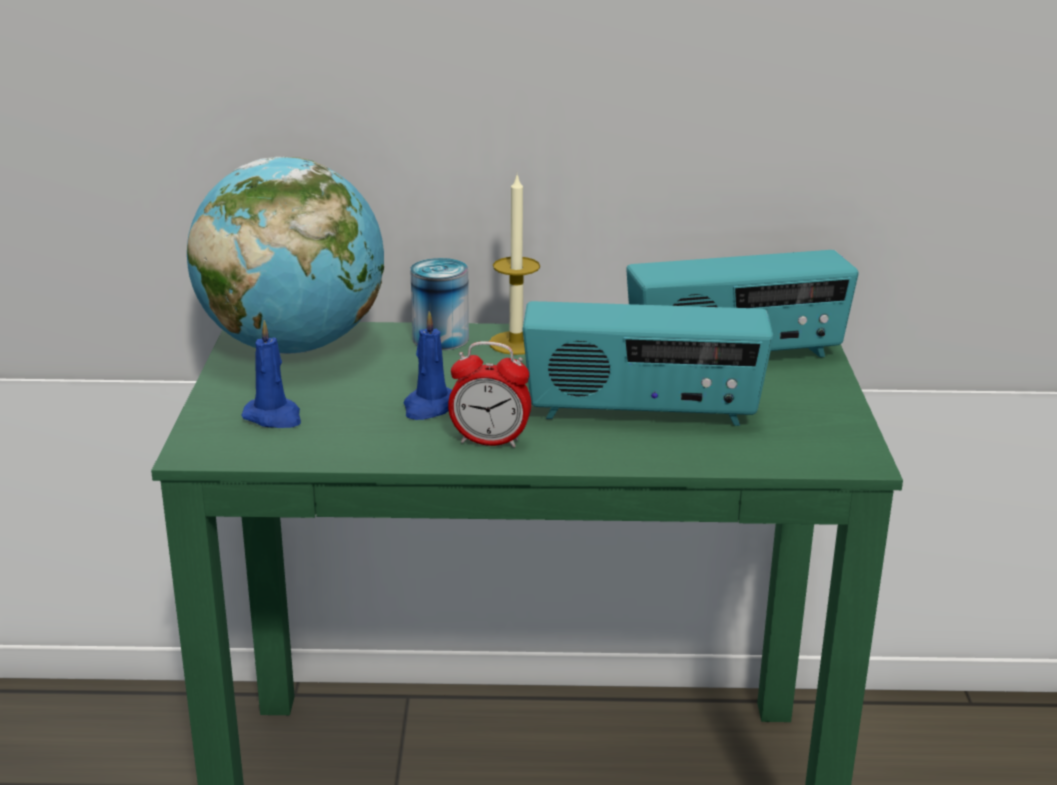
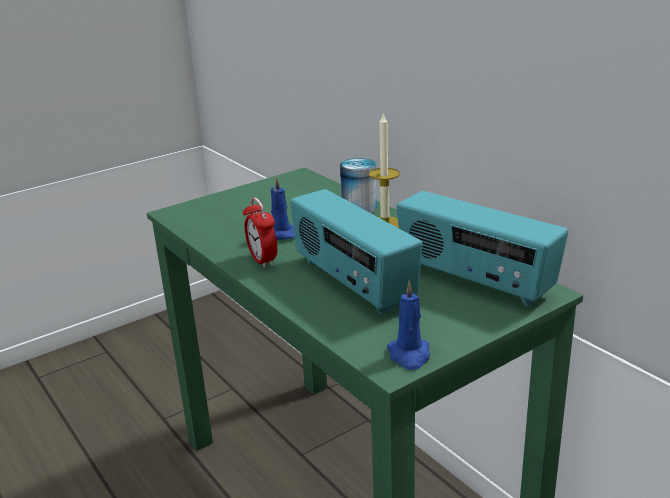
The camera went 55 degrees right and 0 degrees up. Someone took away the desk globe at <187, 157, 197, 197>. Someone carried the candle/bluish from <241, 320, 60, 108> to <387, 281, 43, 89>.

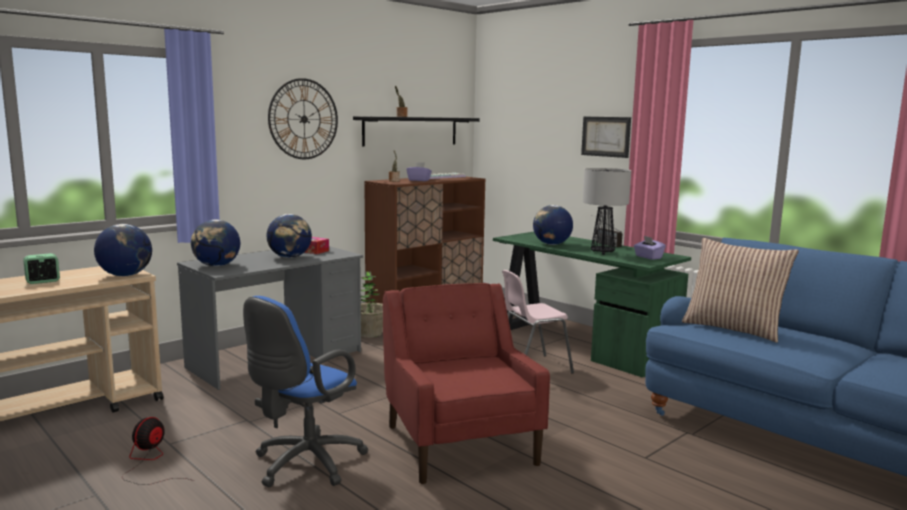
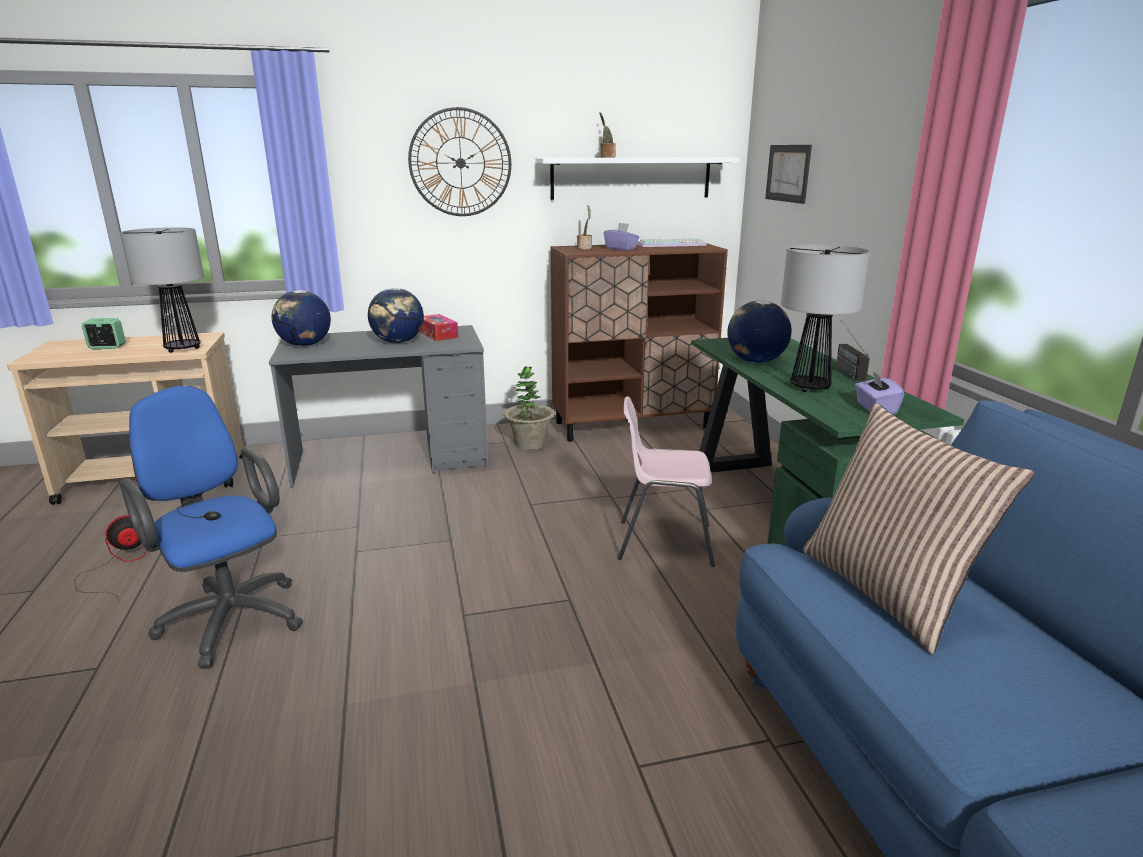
The camera went 30 degrees right and 10 degrees up. Someone took away the armchair/reddish at <383, 283, 167, 201>. Someone carried the picture from <581, 117, 50, 41> to <765, 145, 47, 59>. Someone swapped the desk globe at <94, 224, 58, 52> for the table lamp at <120, 227, 84, 126>. Someone repainted the bracket shelf/black at <353, 116, 127, 31>, which became the bracket shelf/white at <536, 157, 203, 43>. Someone rotated the office chair/bluish at <243, 296, 125, 191> by 75 degrees clockwise.

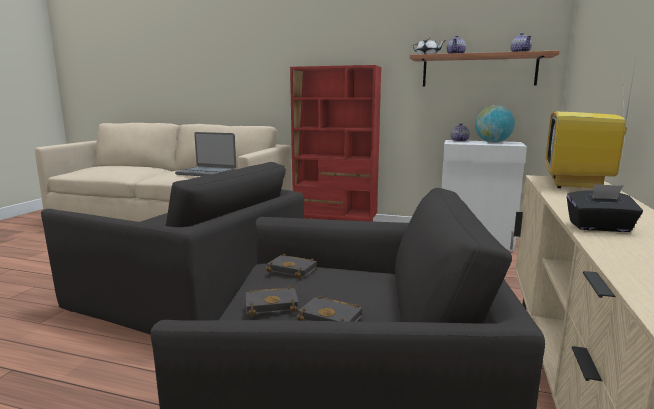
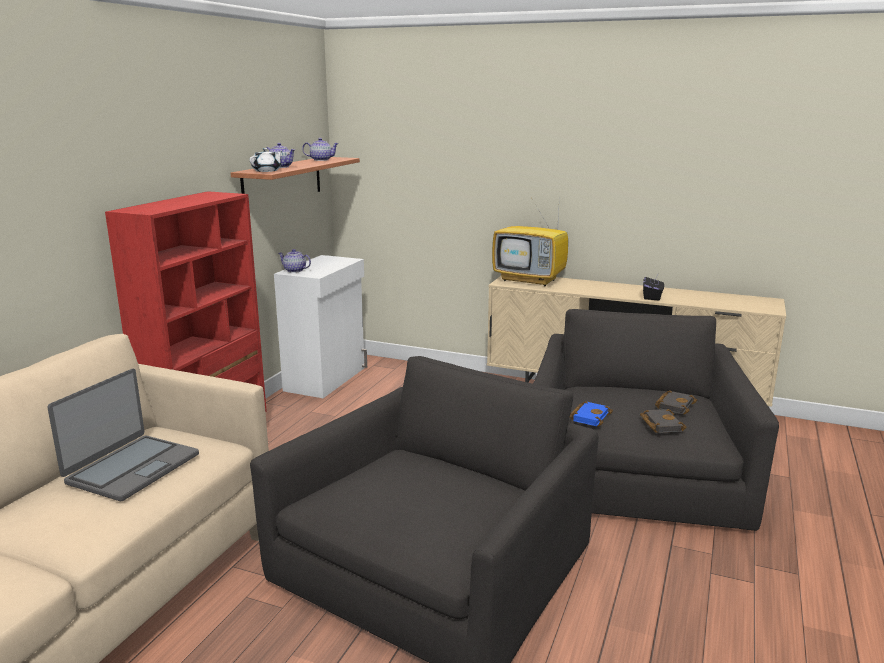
The camera went 85 degrees left and 5 degrees up. Someone took away the desk globe at <475, 105, 40, 38>. Someone repainted the bound book/black at <266, 254, 51, 24>, which became the bound book/bluish at <570, 401, 43, 25>.

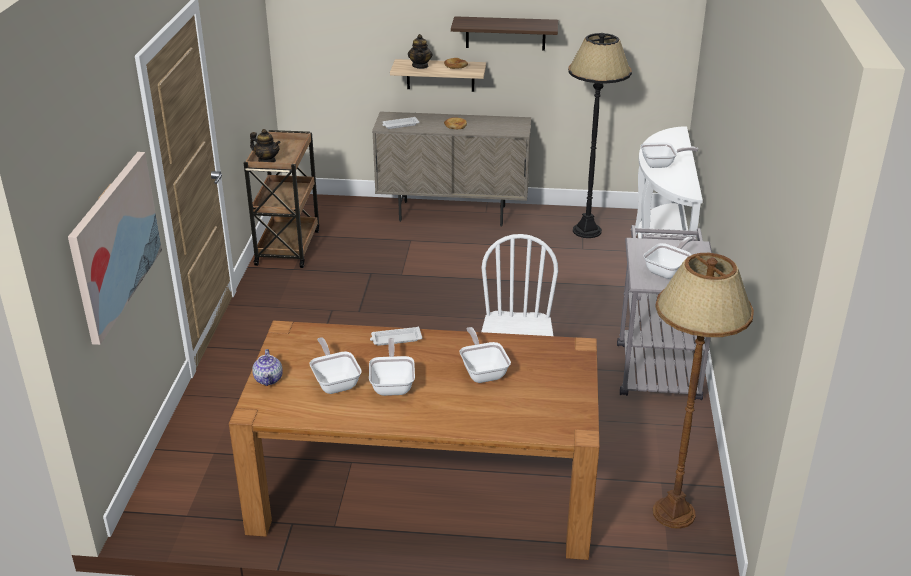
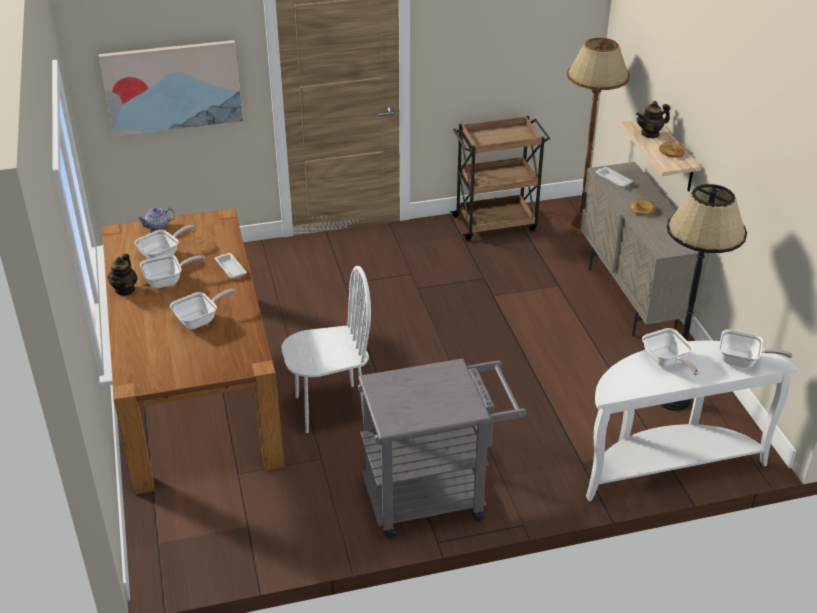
The camera went 70 degrees right and 5 degrees up. Someone took away the bracket shelf at <451, 16, 107, 35>. Someone carried the teapot from <250, 129, 31, 33> to <108, 253, 30, 43>. Someone carried the frying pan from <643, 237, 50, 42> to <719, 329, 74, 39>. Someone carried the floor lamp/brown from <653, 253, 101, 276> to <567, 38, 63, 198>.

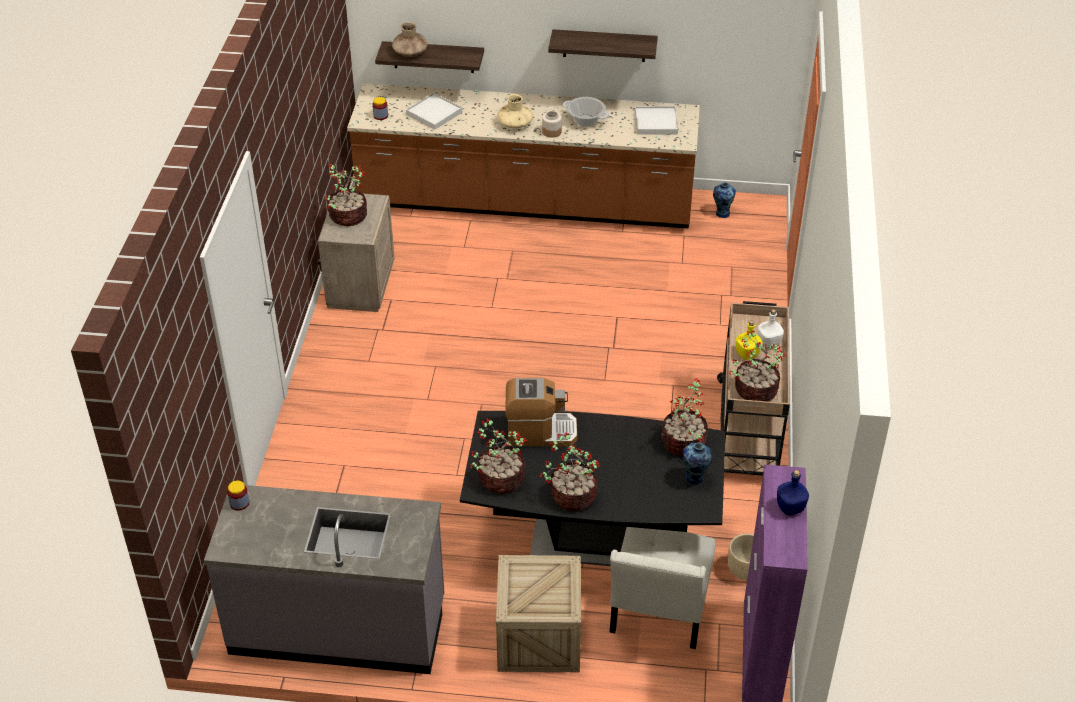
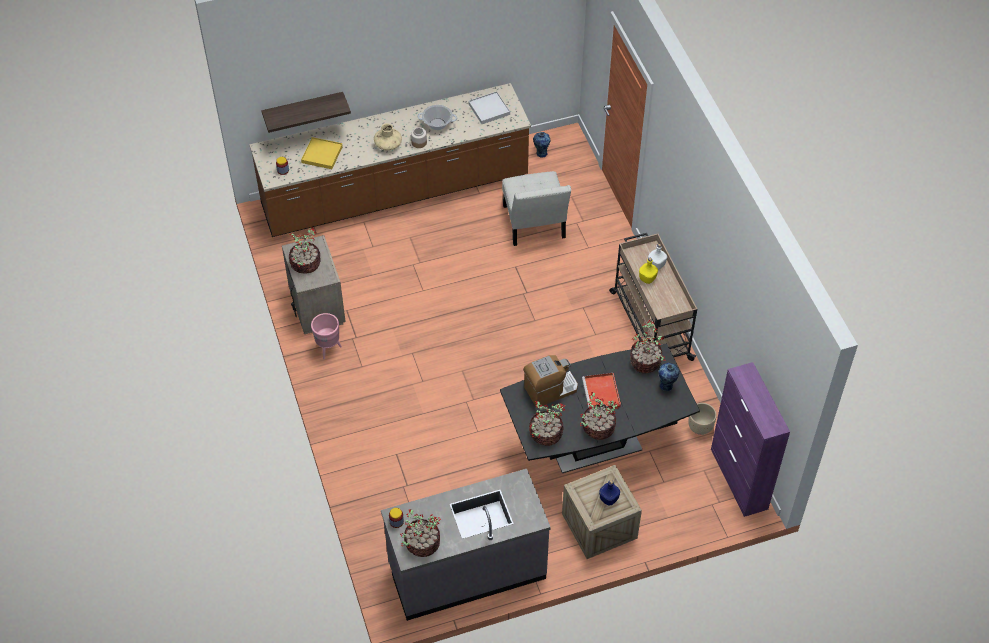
The camera went 25 degrees left and 10 degrees up. Someone took away the decorative vase/brown at <392, 22, 36, 35>. Someone took away the bracket shelf at <548, 29, 110, 33>. Someone put down the plant pot/pink at <311, 313, 31, 46>. Someone put down the tray/reddish at <582, 373, 39, 35>. Someone carried the plain chair/white from <610, 527, 106, 122> to <502, 171, 69, 75>. Someone carried the houseplant from <729, 330, 57, 72> to <400, 509, 41, 48>. Someone carried the drink bottle/bluish from <777, 470, 32, 45> to <599, 480, 21, 26>. Someone repainted the tray/white at <406, 93, 56, 37>, which became the tray/yellow at <301, 137, 42, 32>.

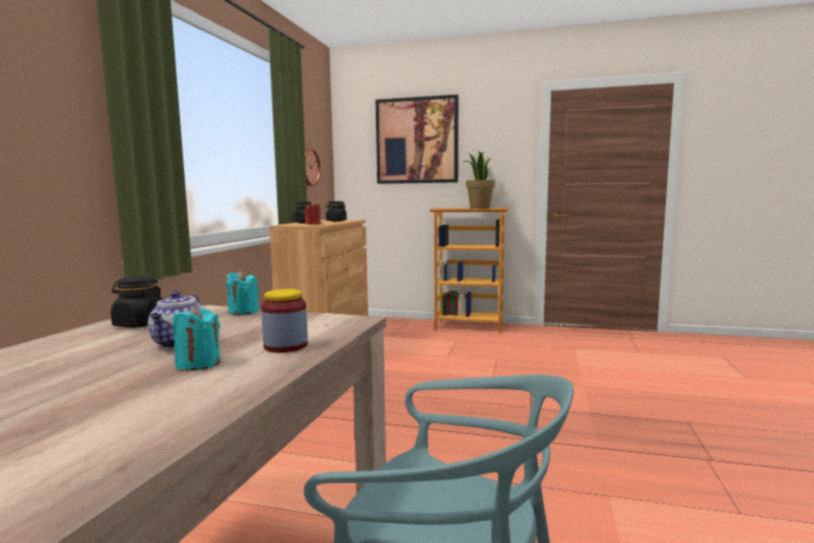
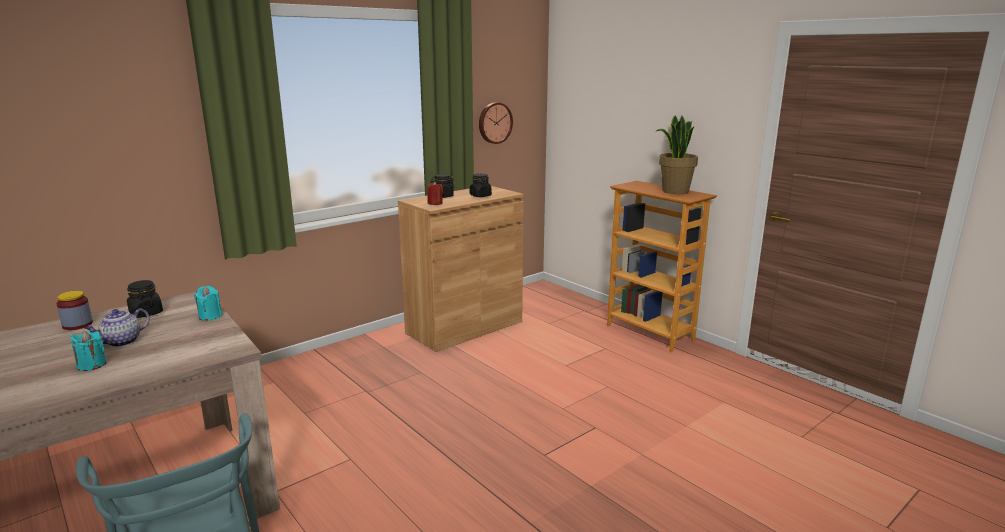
The camera went 35 degrees right and 10 degrees up. Someone took away the picture at <376, 94, 82, 90>. Someone carried the preserve jar from <261, 289, 47, 64> to <57, 291, 36, 39>.

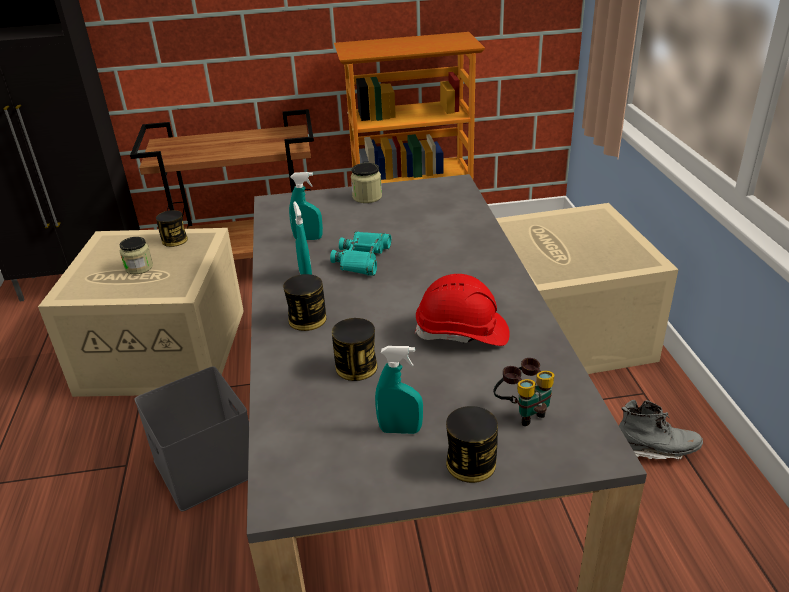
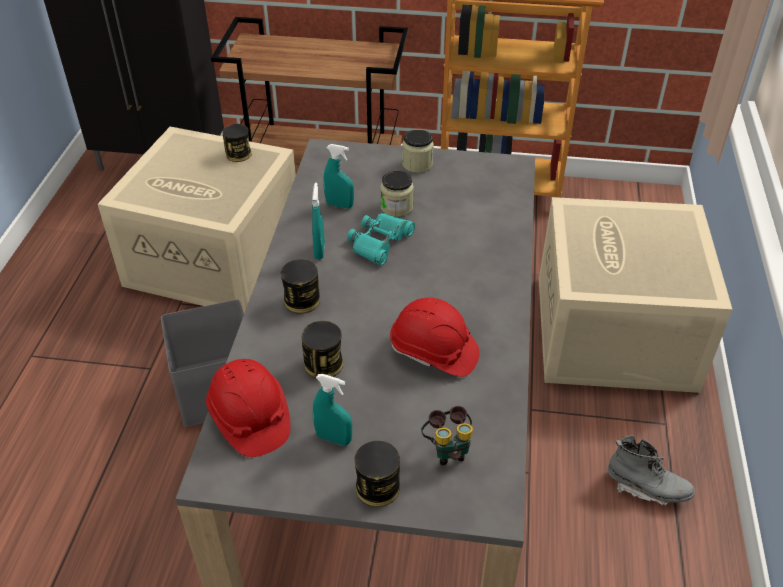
The camera went 15 degrees right and 10 degrees up. Someone put down the safety helmet/reddish at <206, 359, 84, 98>. Someone carried the preserve jar from <120, 237, 33, 37> to <380, 171, 34, 46>.

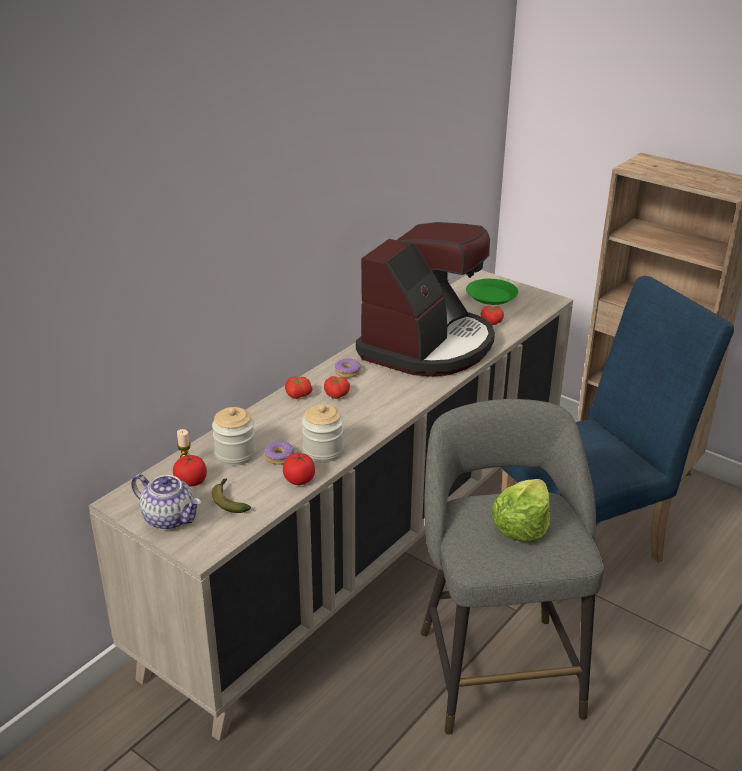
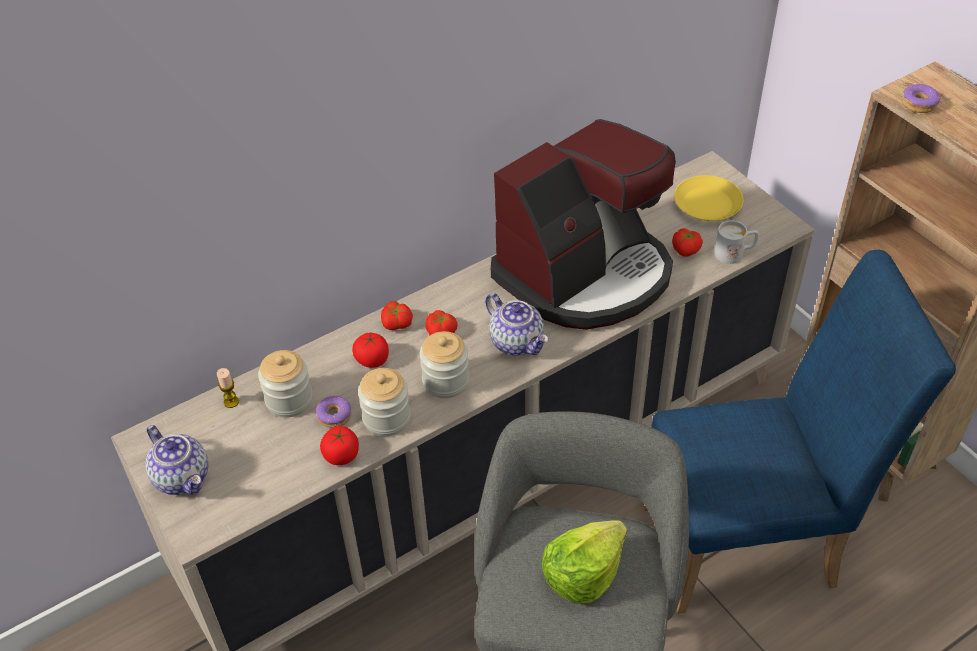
The camera went 20 degrees right and 15 degrees up. Someone took away the banana fruit at <212, 478, 39, 35>. Someone put down the preserve jar at <420, 331, 49, 67>. Someone put down the teapot at <485, 293, 63, 63>. Someone put down the tea mug/white at <714, 220, 45, 44>. Someone carried the fresh tomato from <173, 455, 34, 31> to <352, 333, 37, 35>. Someone carried the ring doughnut from <335, 358, 26, 20> to <901, 84, 40, 29>. Someone repainted the dinner plate/greenish at <466, 279, 53, 26>, which became the dinner plate/yellow at <674, 175, 69, 46>.

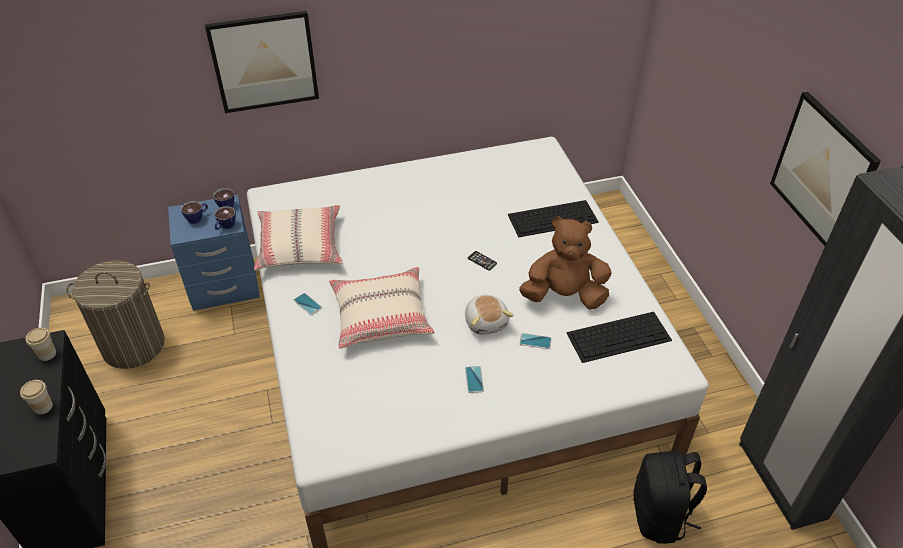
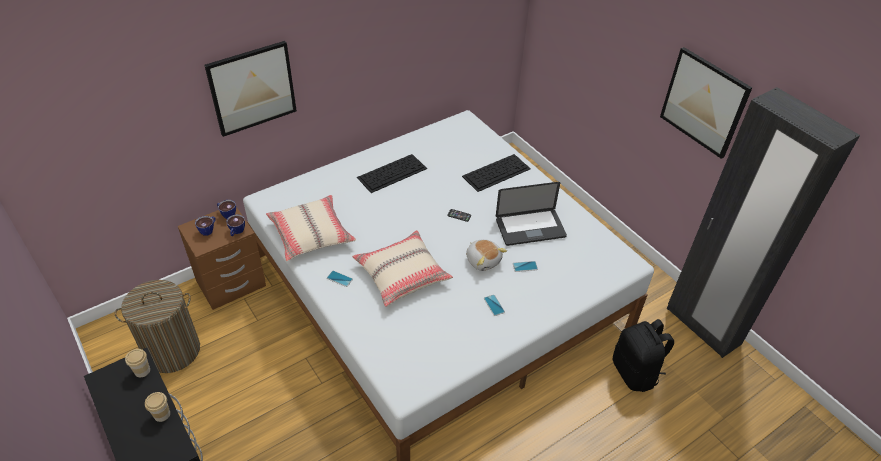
The camera went 20 degrees left and 0 degrees up. Someone carried the PC keyboard from <566, 312, 106, 51> to <357, 154, 70, 39>. Someone swapped the plush toy/brown at <519, 216, 92, 94> for the portable computer at <496, 182, 71, 64>. Someone repainted the night table/bluish at <168, 195, 92, 116>, which became the night table/brown at <178, 207, 88, 103>.

